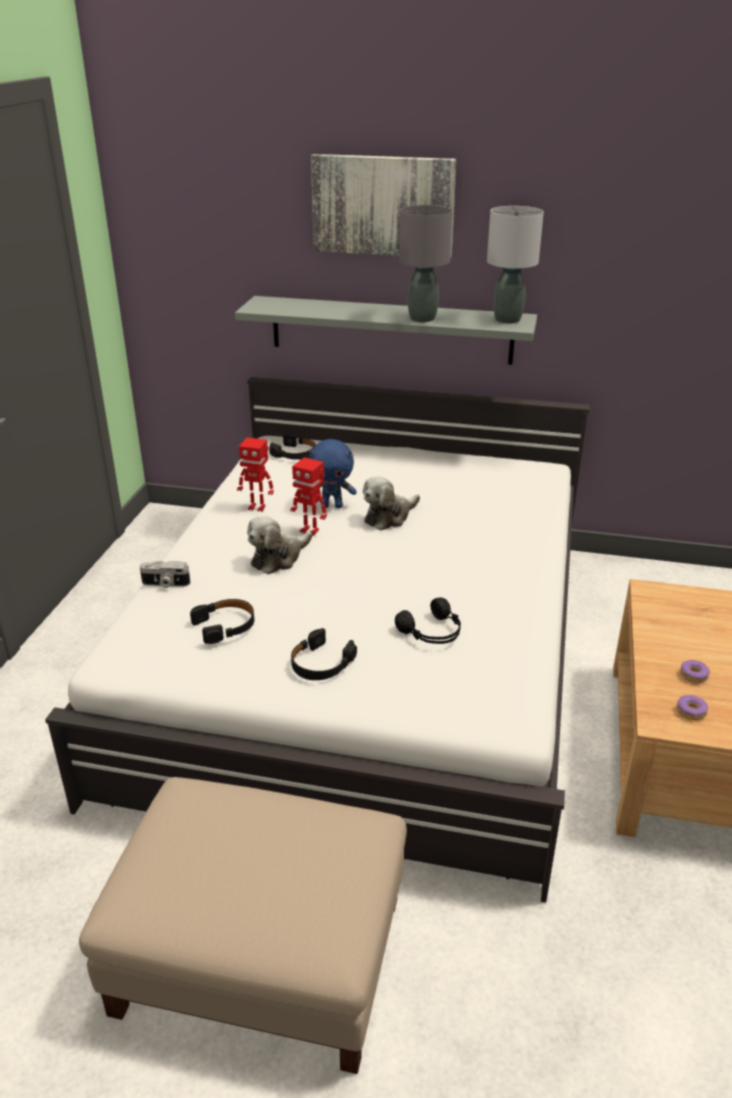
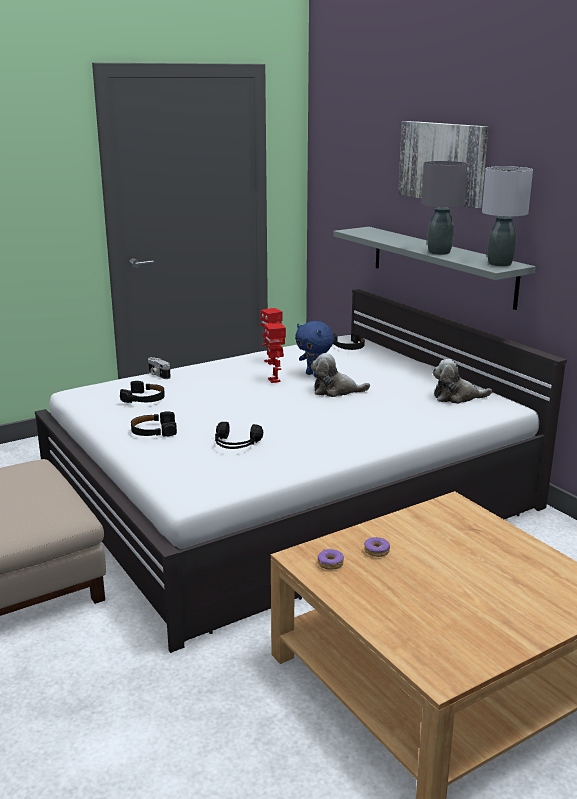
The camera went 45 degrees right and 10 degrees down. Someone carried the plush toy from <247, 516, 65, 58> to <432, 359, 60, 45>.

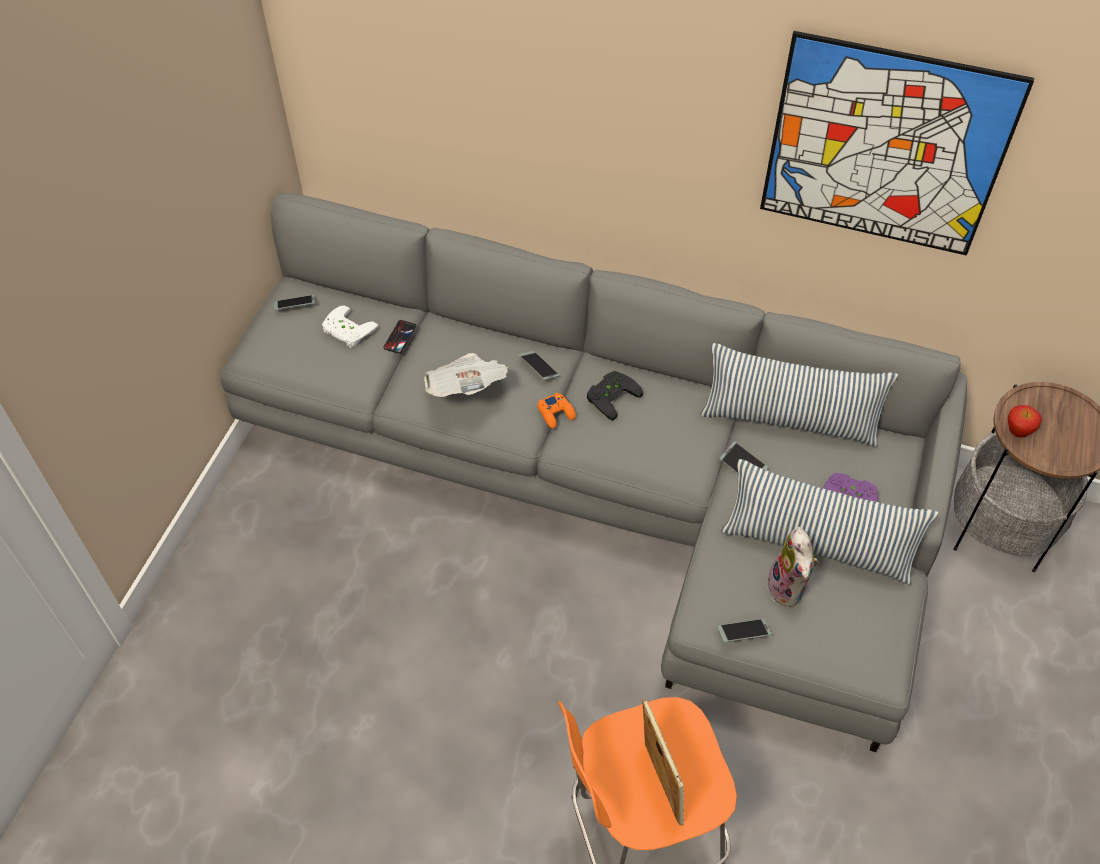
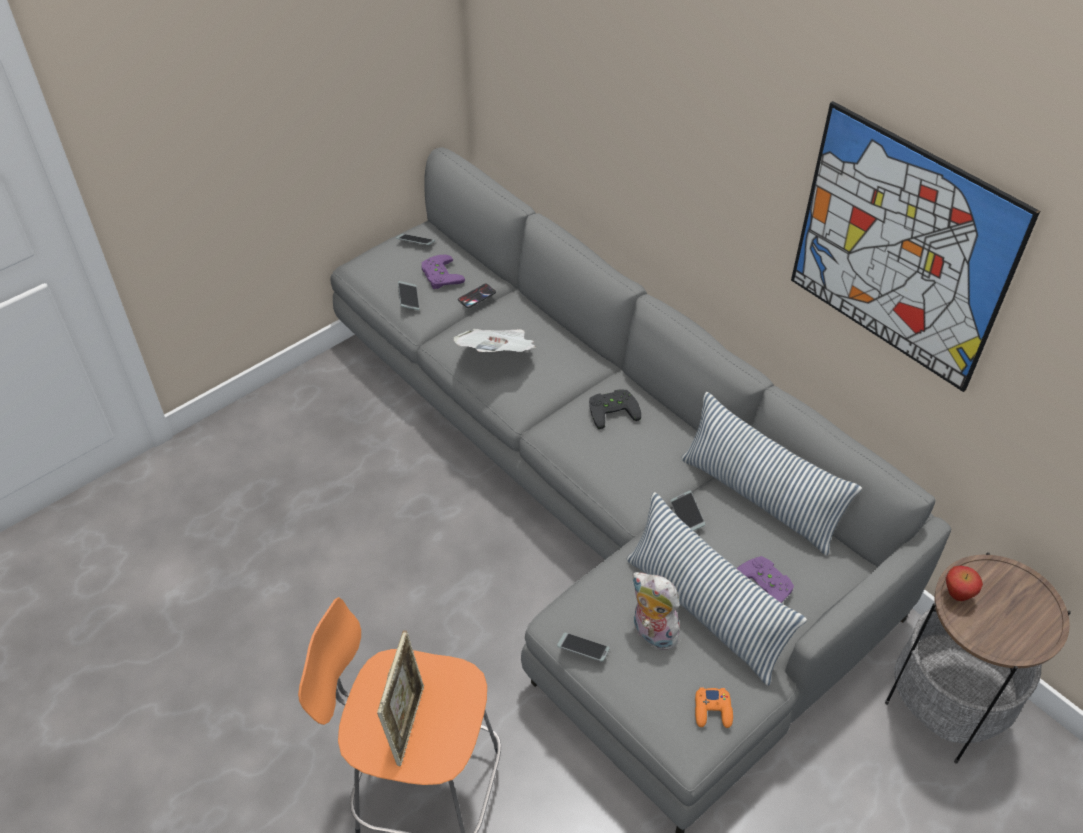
The camera went 30 degrees right and 5 degrees down. Someone carried the handset from <518, 351, 41, 29> to <398, 281, 21, 29>. Someone carried the game controller/orange-coloured from <537, 393, 39, 35> to <695, 688, 38, 40>. Someone repainted the game controller/white at <322, 306, 56, 42>, which became the game controller/purple-coloured at <421, 255, 44, 34>. Someone rotated the plush toy at <767, 527, 52, 80> by 105 degrees clockwise.

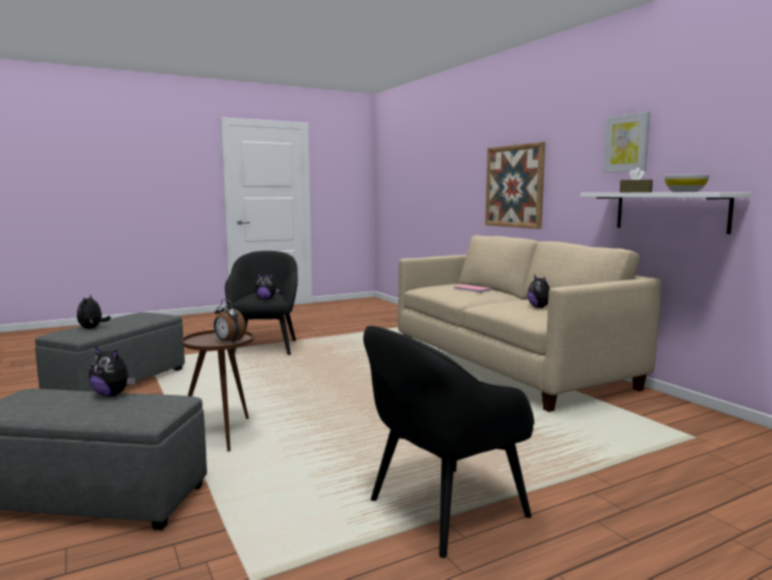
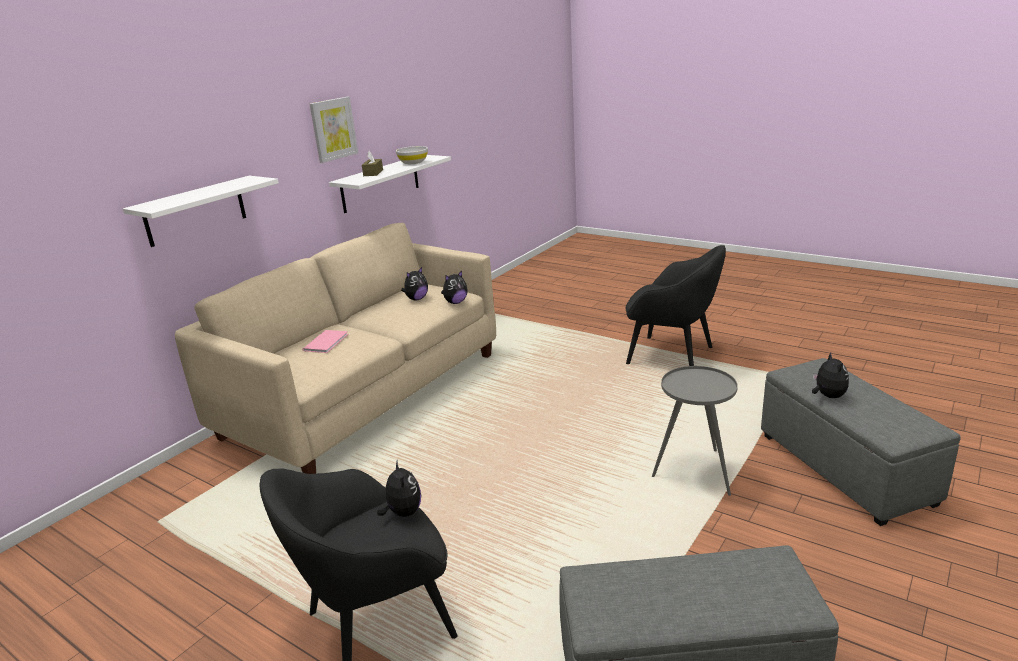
The camera went 115 degrees left and 15 degrees up. Someone took away the alarm clock at <214, 299, 32, 44>. Someone carried the plush toy from <77, 294, 34, 35> to <441, 271, 27, 33>. Someone swapped the picture at <485, 142, 60, 87> for the bracket shelf/white at <123, 176, 156, 71>. Someone repainted the end table/brown at <182, 330, 72, 122>, which became the end table/grey at <652, 366, 86, 130>.

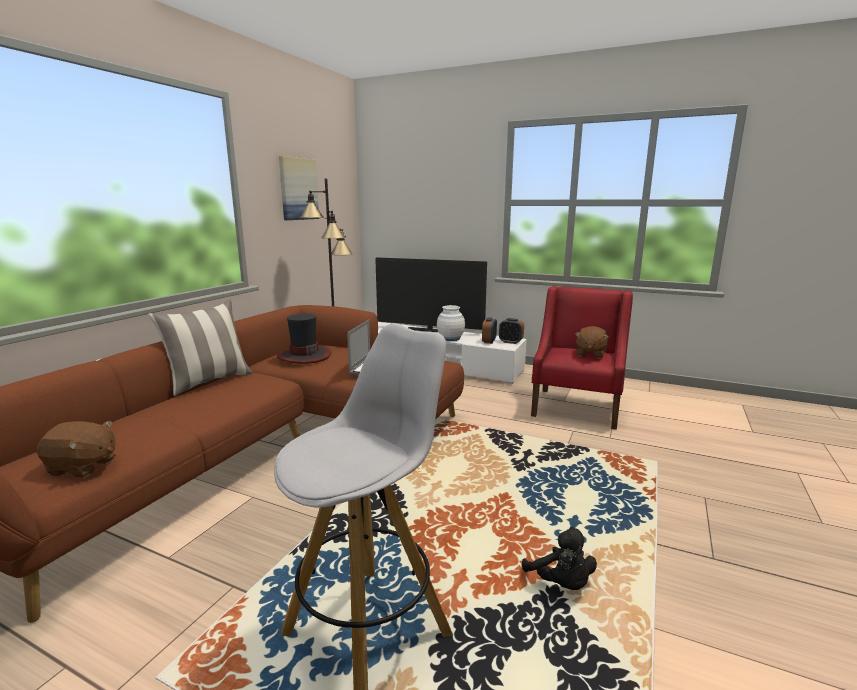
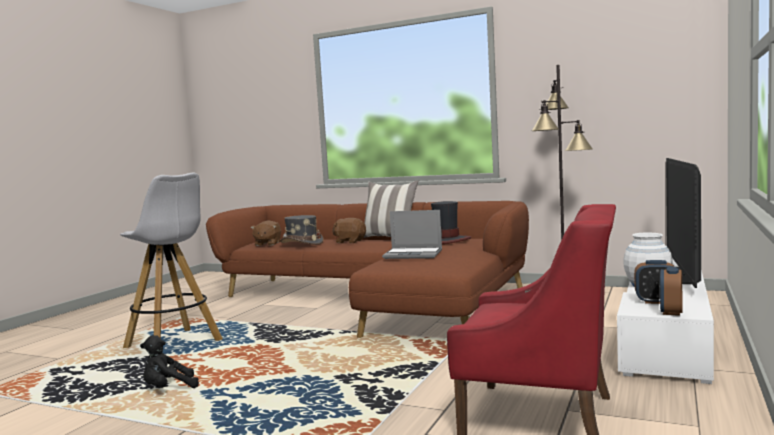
The camera went 90 degrees right and 10 degrees down. Someone took away the picture at <279, 156, 40, 64>. Someone put down the clothing hat/grey at <280, 215, 44, 30>. Someone carried the plush toy/brown from <575, 326, 34, 33> to <332, 218, 34, 25>.

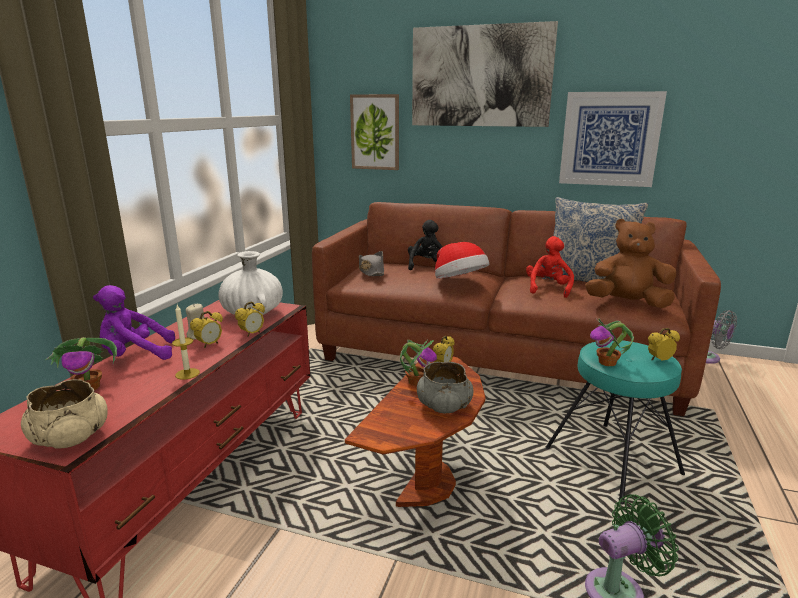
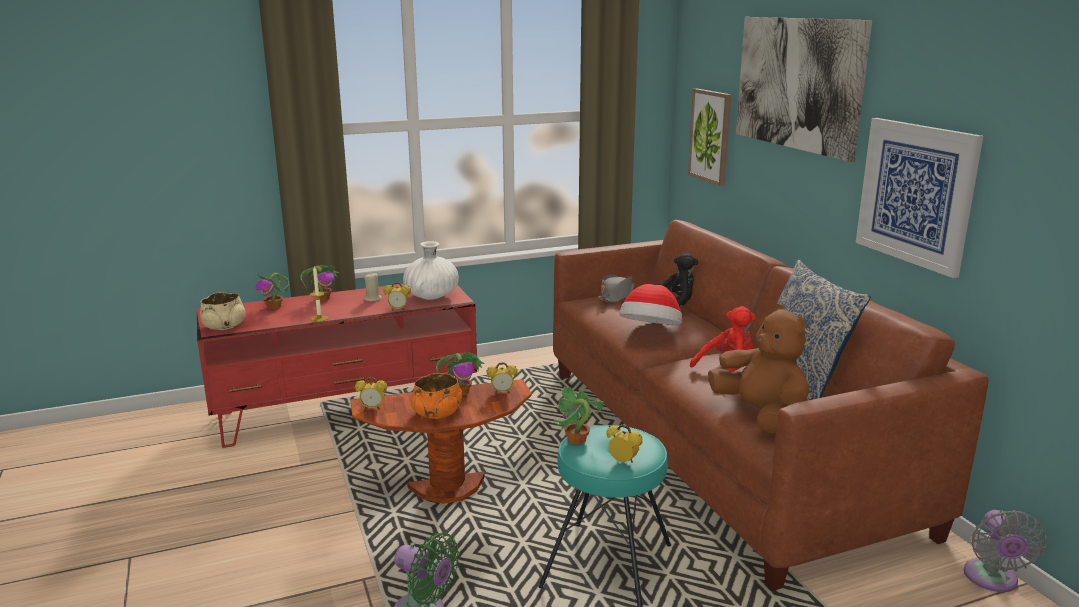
The camera went 50 degrees right and 0 degrees up. Someone carried the alarm clock from <190, 311, 33, 37> to <355, 377, 33, 33>. Someone swapped the plush toy/purple-coloured at <93, 285, 82, 75> for the houseplant at <300, 265, 40, 36>. Someone repainted the bowl/grey at <417, 362, 56, 51>, which became the bowl/orange-coloured at <411, 373, 52, 46>.

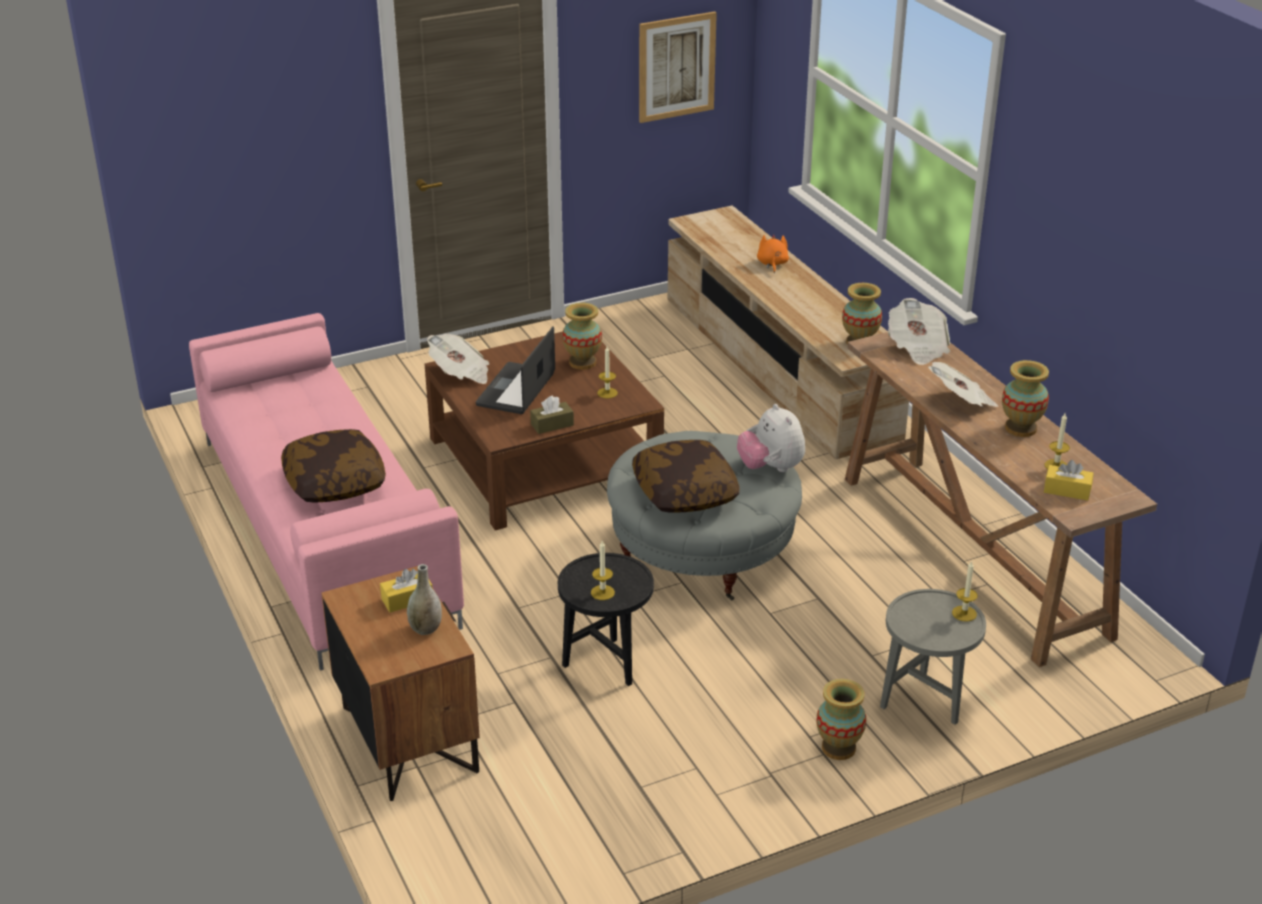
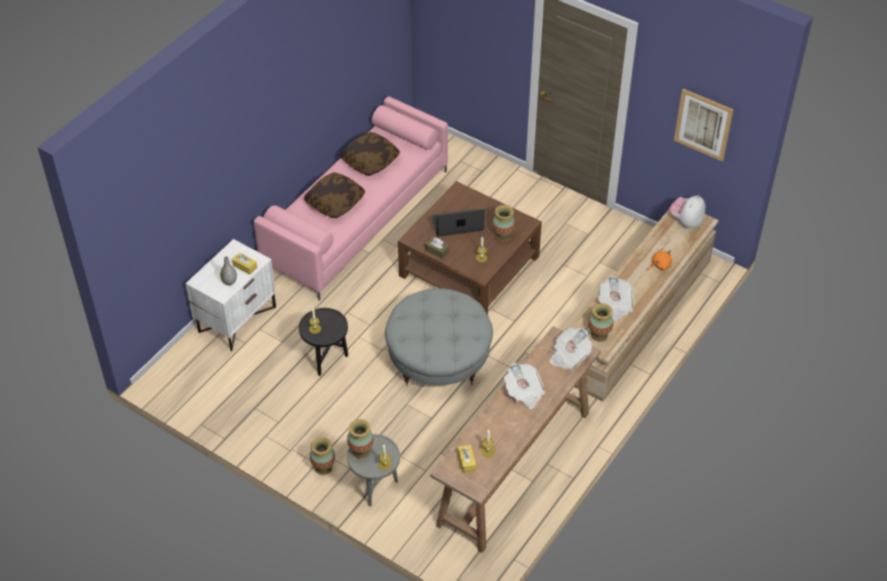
The camera went 60 degrees right and 15 degrees up. Someone carried the newspaper from <427, 334, 62, 50> to <598, 276, 36, 44>. Someone carried the cushion from <632, 440, 107, 72> to <340, 132, 60, 44>. Someone carried the plush toy from <737, 404, 68, 68> to <668, 195, 38, 34>. Someone carried the decorative vase from <1002, 360, 47, 77> to <347, 419, 27, 40>. Someone repainted the night table/brown at <322, 566, 158, 235>, which became the night table/white at <185, 239, 91, 112>.

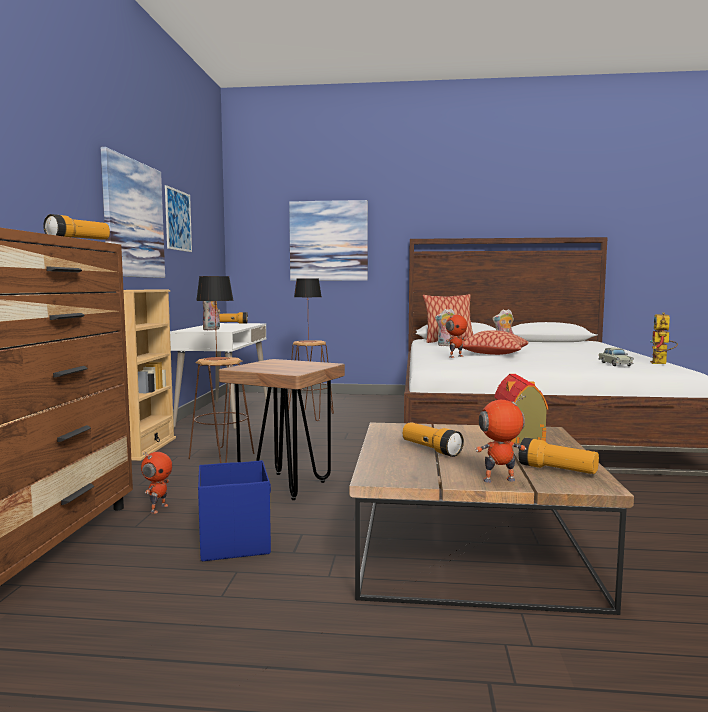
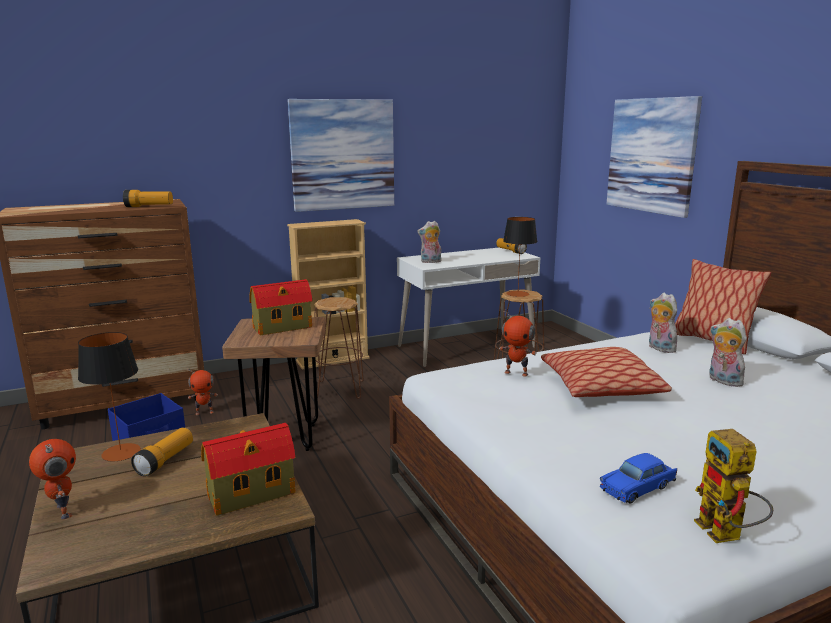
The camera went 60 degrees right and 10 degrees up. Someone took away the picture at <165, 185, 27, 67>. Someone took away the torch at <519, 438, 80, 36>. Someone put down the miniature house at <249, 279, 63, 57>. Someone carried the table lamp from <196, 276, 38, 84> to <78, 332, 63, 130>. Someone repainted the toy car/beige-coloured at <599, 348, 35, 18>, which became the toy car/bluish at <600, 453, 77, 50>. Someone rotated the toy robot at <650, 312, 28, 52> by 90 degrees counterclockwise.

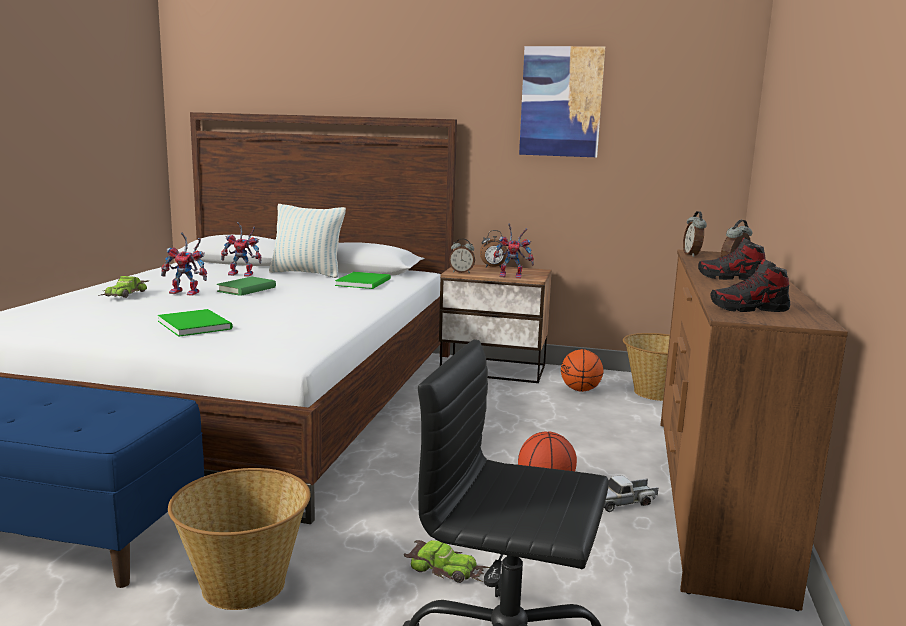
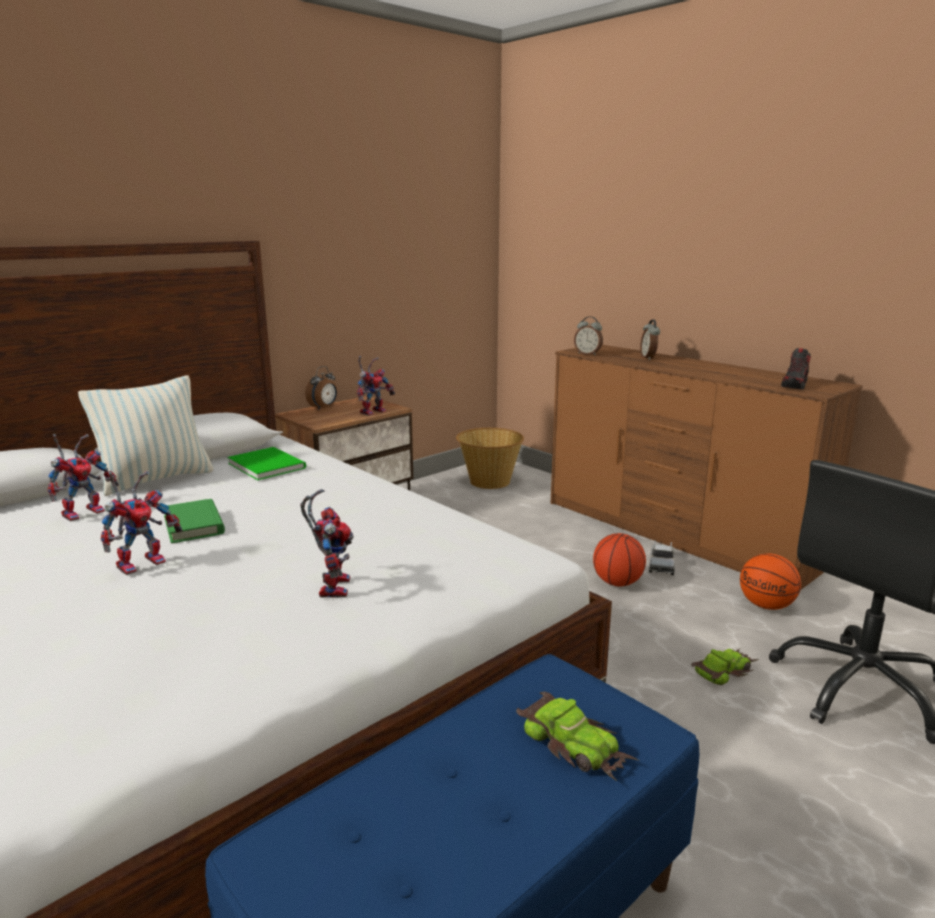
The camera went 55 degrees left and 5 degrees up. Someone took away the storage basket at <168, 468, 142, 142>. Someone took away the alarm clock at <449, 239, 26, 34>. Someone took away the picture at <519, 46, 86, 111>. Someone took away the low shoe at <698, 237, 68, 43>. Someone carried the toy car from <98, 276, 51, 22> to <516, 692, 124, 89>. Someone carried the ball for basketball from <561, 349, 43, 43> to <740, 553, 61, 57>. Someone swapped the bound book/greenish at <158, 309, 75, 28> for the toy robot at <300, 489, 54, 109>.

